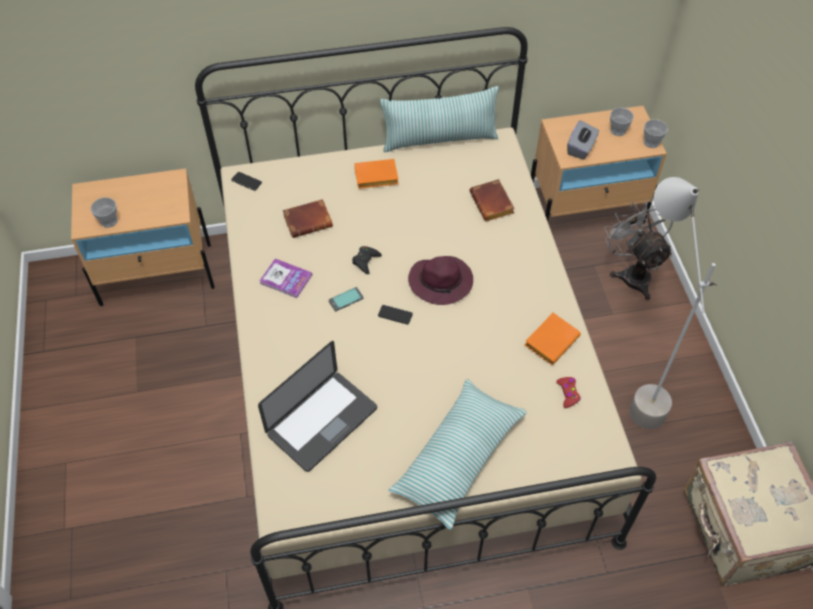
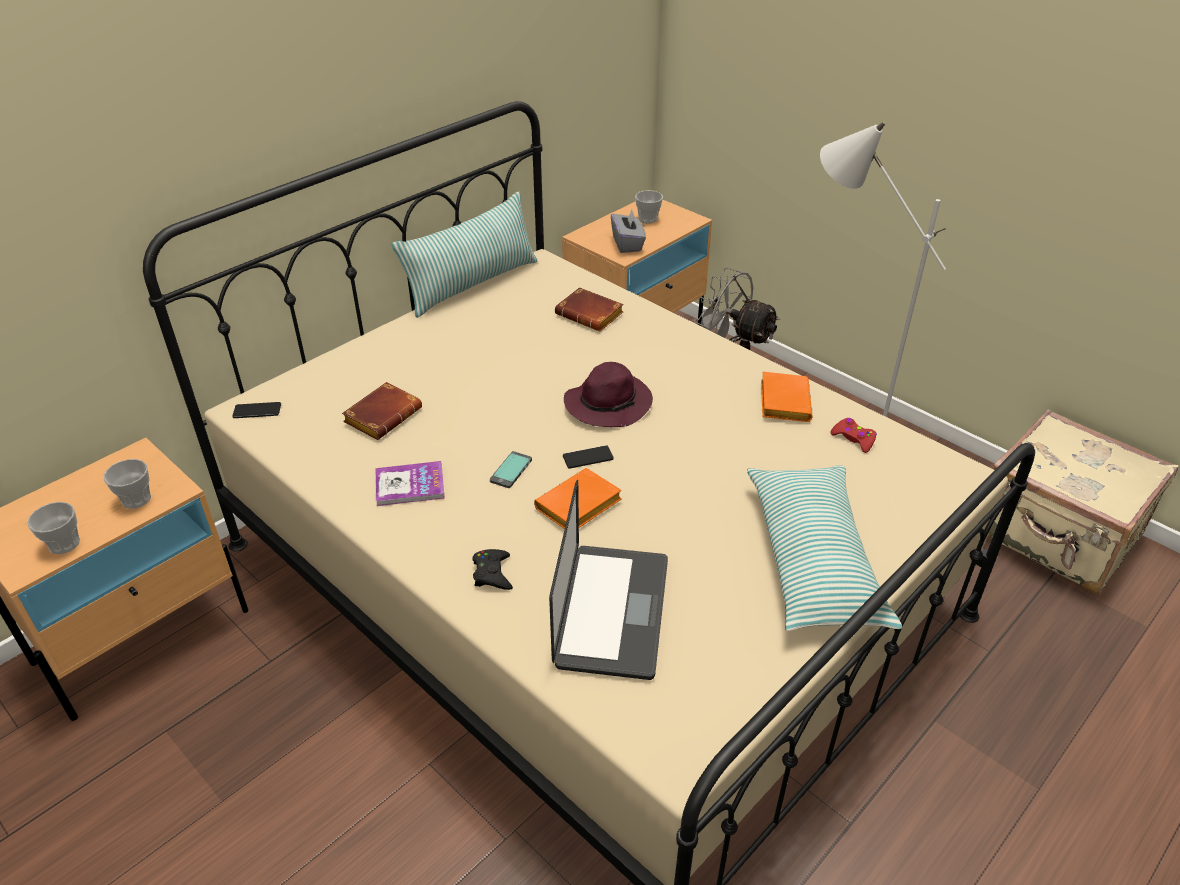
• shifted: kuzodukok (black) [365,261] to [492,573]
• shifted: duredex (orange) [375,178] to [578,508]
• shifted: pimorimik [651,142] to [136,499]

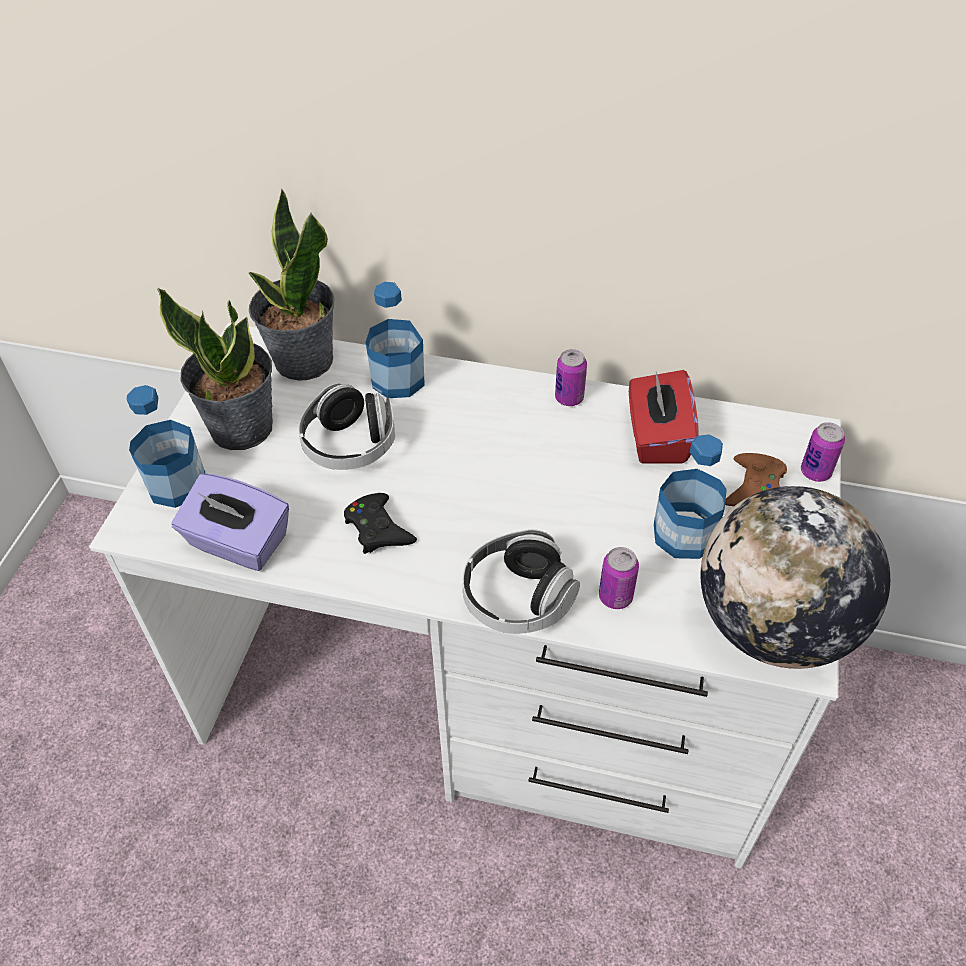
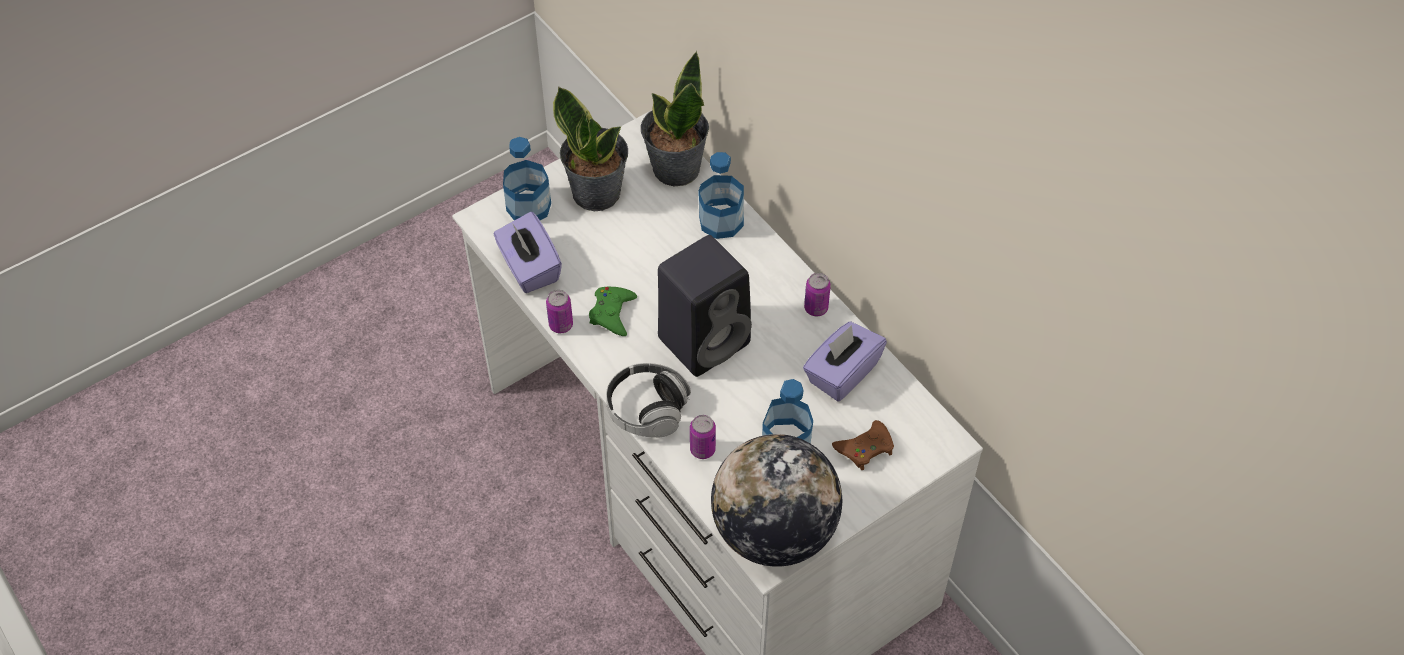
• gone: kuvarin [350,445]
• new: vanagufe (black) [705,338]
• shifted: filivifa [815,472] to [561,325]
• repainted: kuzodukok (black) [378,529] to kuzodukok (green) [612,313]
• repainted: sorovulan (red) [657,437] to sorovulan (purple) [842,373]

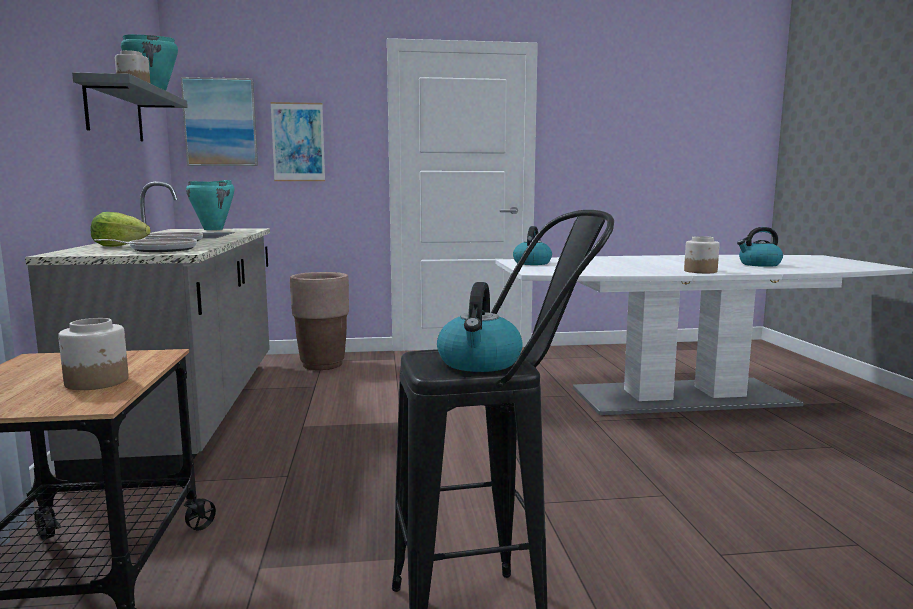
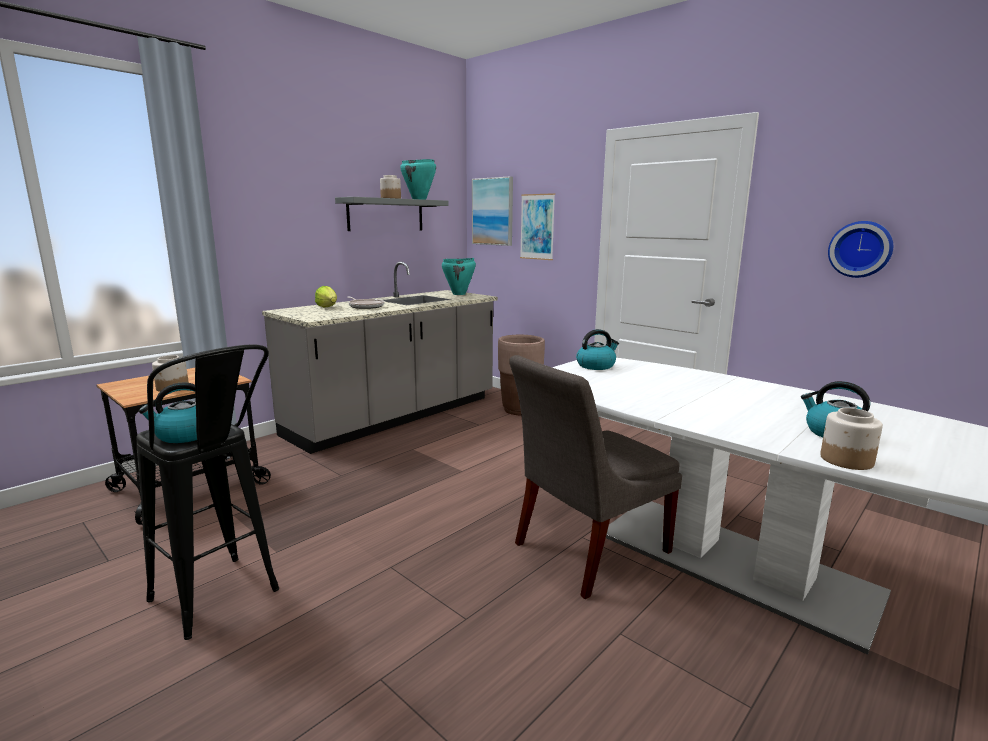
• gone: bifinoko [159,250]
• new: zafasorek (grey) [585,551]
• new: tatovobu [860,249]
• shifted: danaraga [700,271] to [846,460]

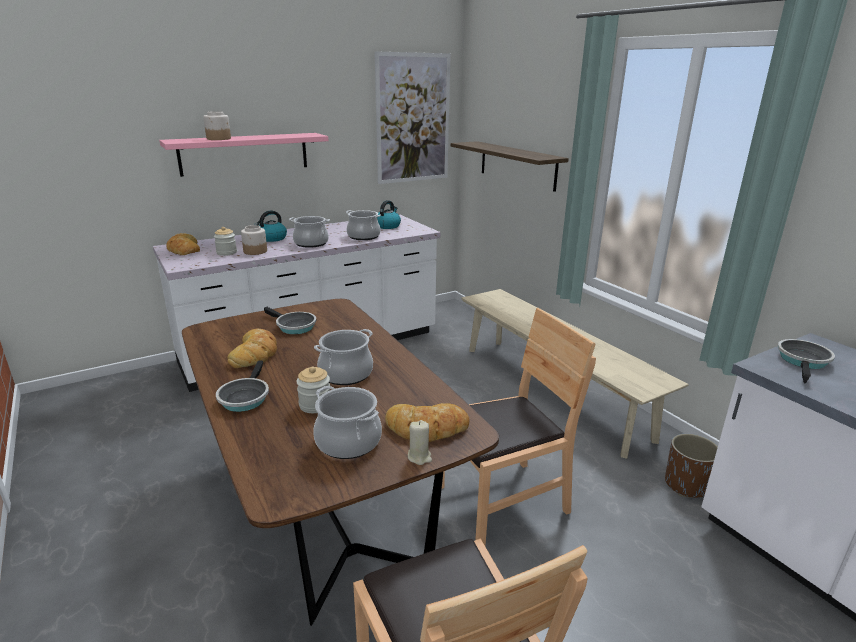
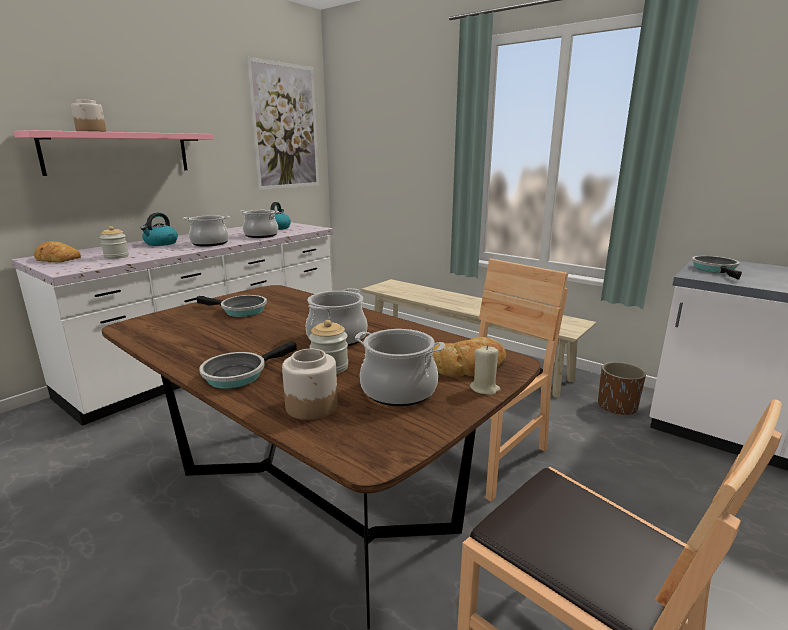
• gone: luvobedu [255,353]
• gone: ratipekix [517,165]
• shifted: danaraga [255,251] to [312,406]
• rotated: bifinoko [244,397] = [239,374] 60 degrees clockwise

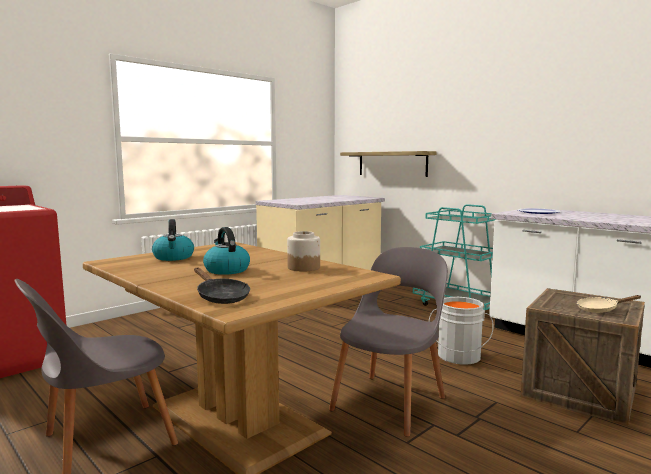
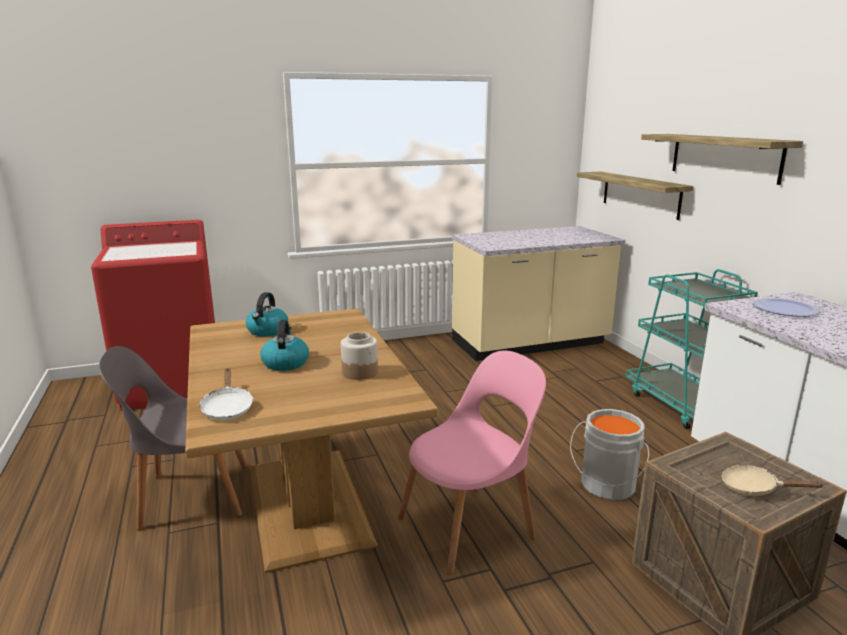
• new: ratipekix [724,157]
• repainted: bifinoko (black) [220,297] to bifinoko (white) [227,408]
• repainted: zafasorek (grey) [390,401] to zafasorek (pink) [470,525]

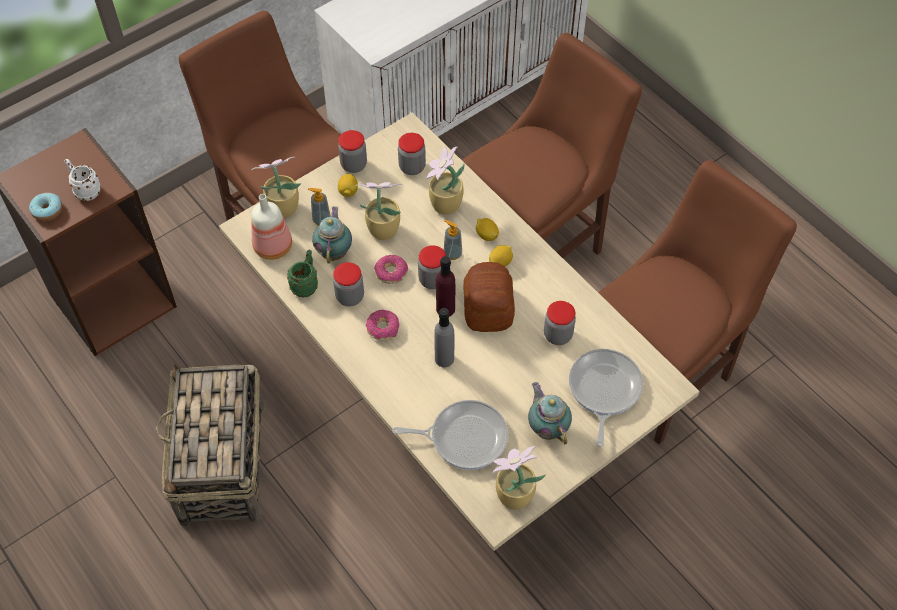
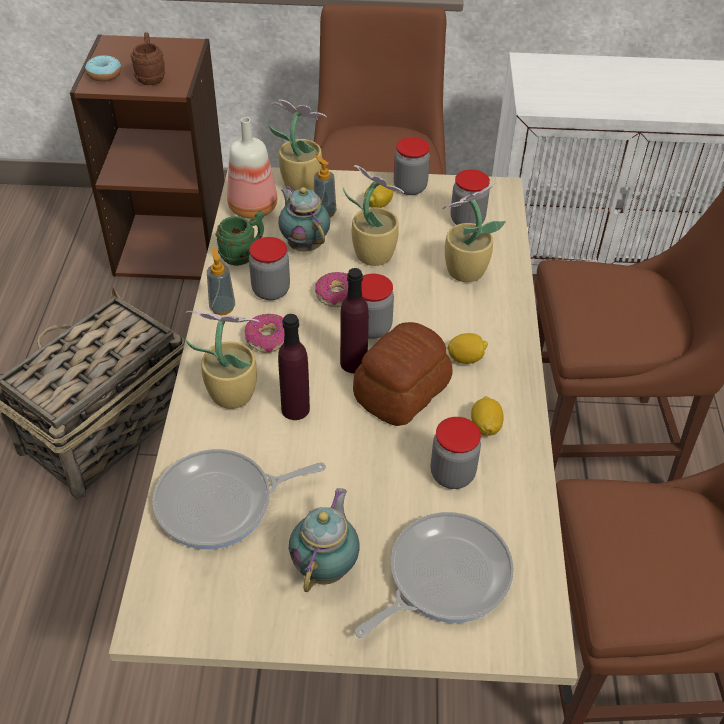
• shifted: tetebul [452,253] to [222,308]
• shifted: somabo [486,235] to [485,426]
• shifted: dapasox [512,496] to [230,393]
• repainted: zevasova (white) [85,190] to zevasova (brown) [151,77]
• repainted: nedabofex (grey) [444,358] to nedabofex (purple) [295,409]
• rotated: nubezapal [334,251] = [304,244] 75 degrees counterclockwise
• rotated: bifinoko [464,437] = [221,503] 120 degrees clockwise

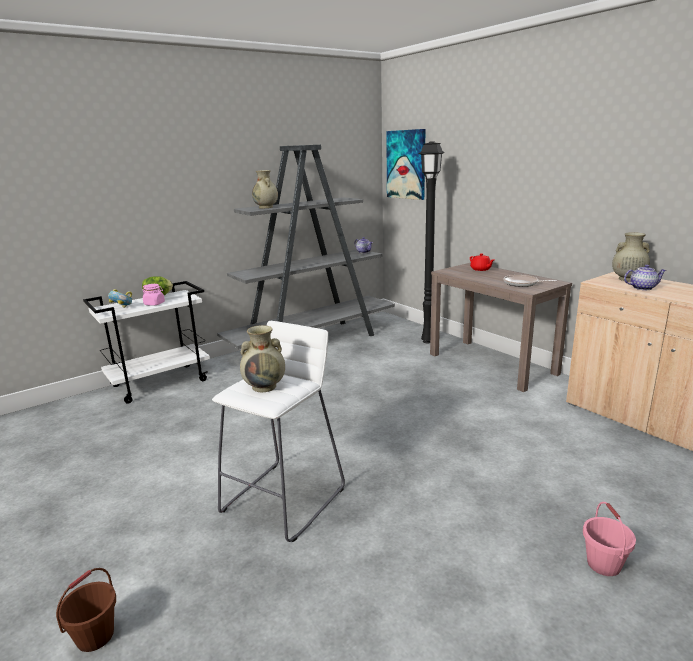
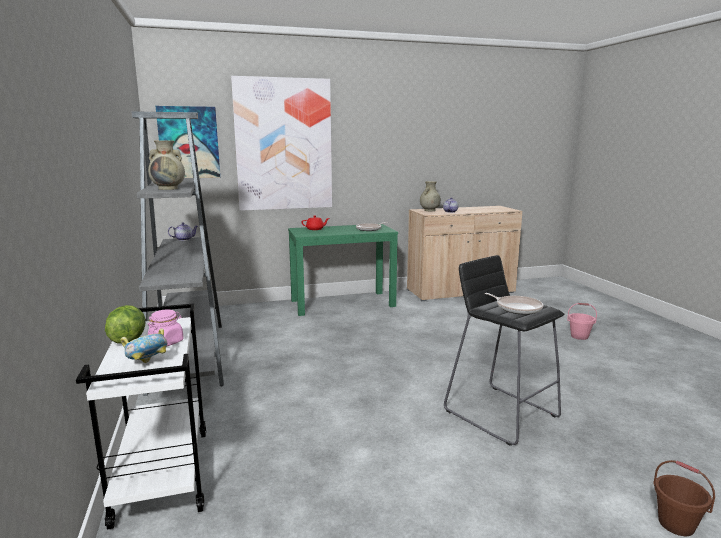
• gone: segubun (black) [428,341]
• new: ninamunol [284,145]
• swapped: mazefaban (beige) [265,386] to bifinoko [516,308]
• repainted: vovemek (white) [284,499] to vovemek (black) [500,413]
• repainted: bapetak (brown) [492,364] to bapetak (green) [343,303]

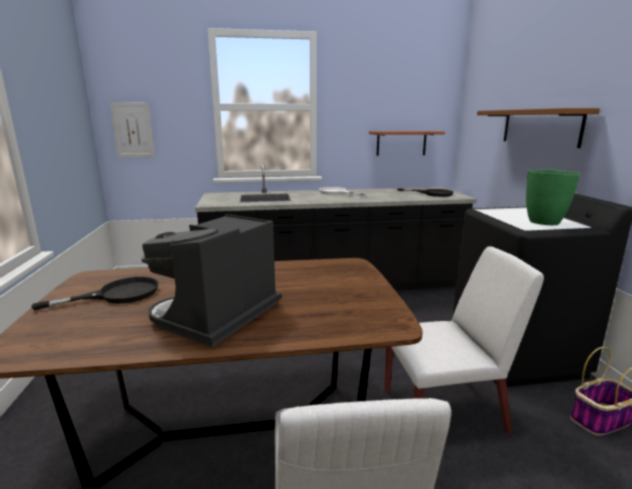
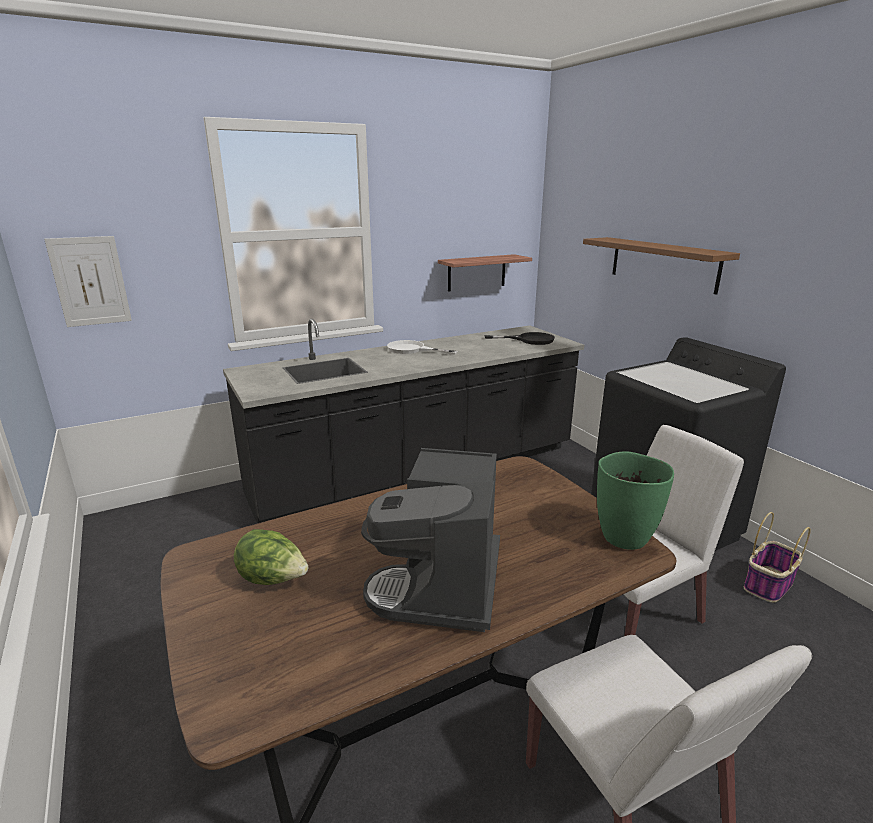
• shifted: mazefaban (green) [543,222] to [624,537]
• swapped: bifinoko (black) [117,295] to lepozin [273,579]

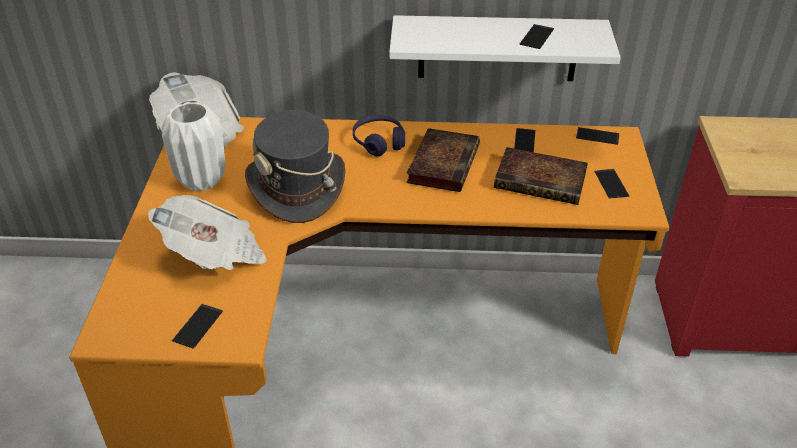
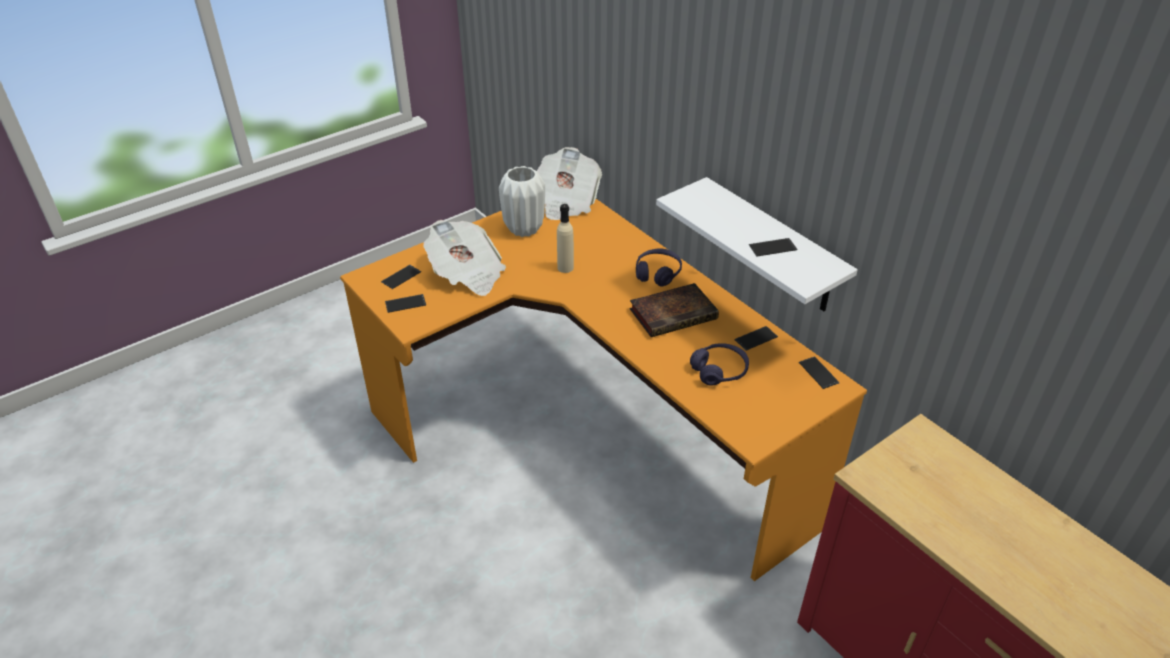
• shifted: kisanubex [611,184] to [401,277]
• swapped: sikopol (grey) [297,187] to nedabofex (beige) [565,267]
• swapped: duredex [542,181] to kuvarin (purple) [719,371]

